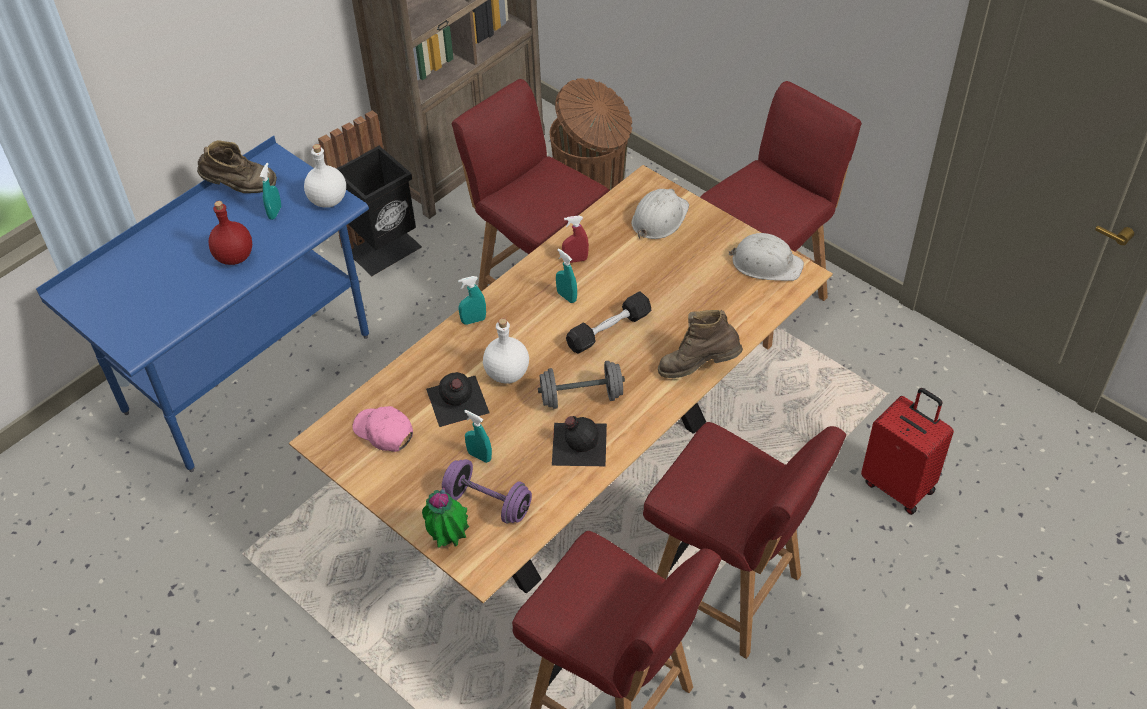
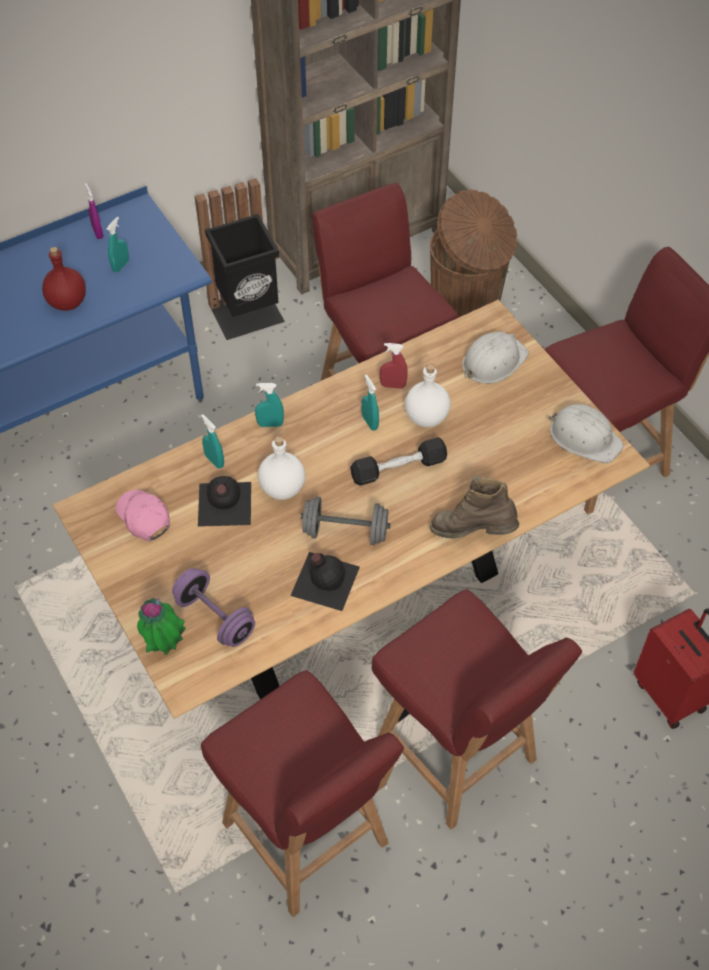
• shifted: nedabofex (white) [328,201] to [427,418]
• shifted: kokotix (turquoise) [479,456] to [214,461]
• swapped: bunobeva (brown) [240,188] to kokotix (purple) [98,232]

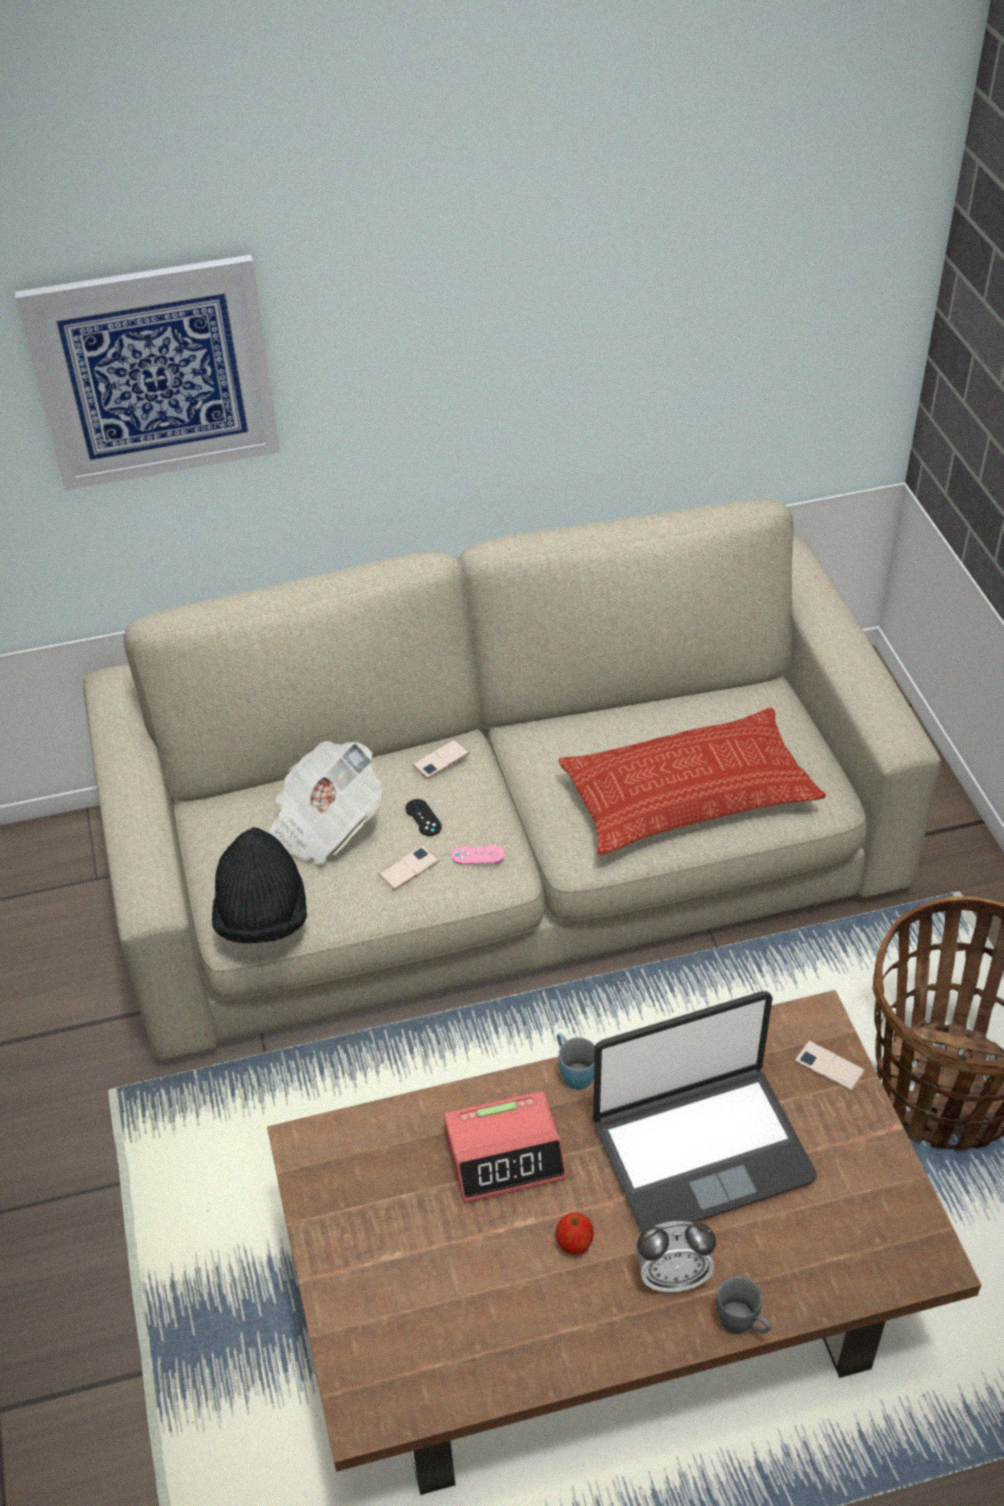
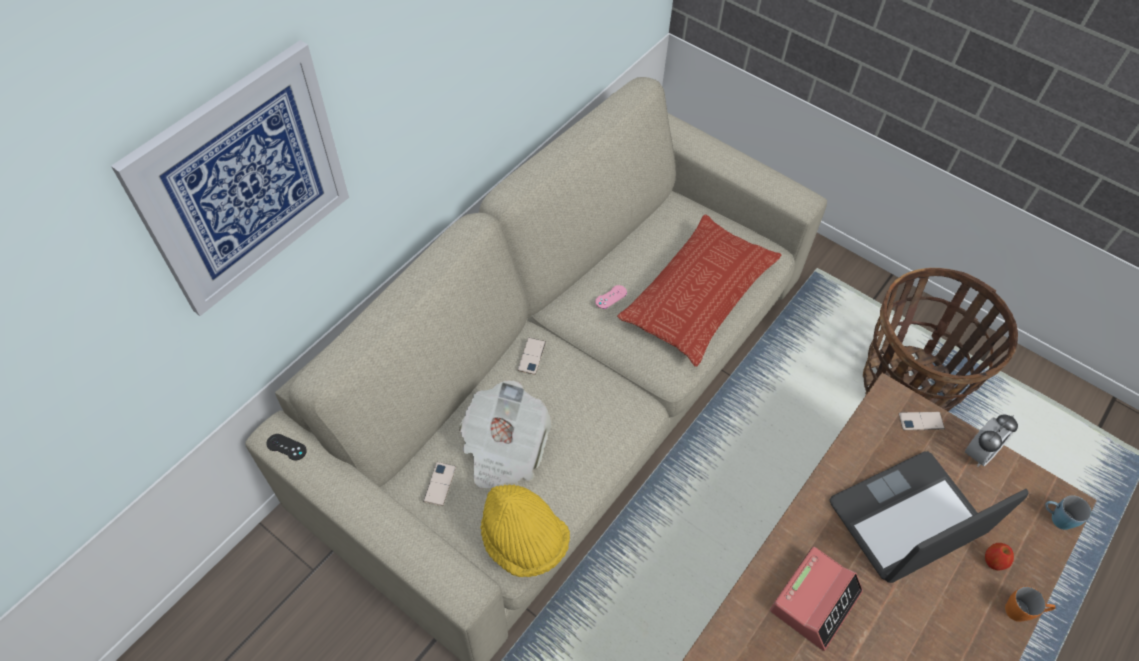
• shifted: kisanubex [408,868] to [439,484]
• shifted: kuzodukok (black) [423,818] to [286,447]
• shifted: kuzodukok (pink) [477,855] to [611,297]
• shifted: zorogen [574,1243] to [993,561]
• shifted: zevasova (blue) [573,1072] to [1056,518]
• shifted: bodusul [673,1276] to [978,453]
• repainted: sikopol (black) [262,917] to sikopol (yellow) [523,541]
• repainted: zevasova (grey) [743,1324] to zevasova (orange) [1022,611]
• rotated: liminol [701,1149] = [907,519] 150 degrees counterclockwise

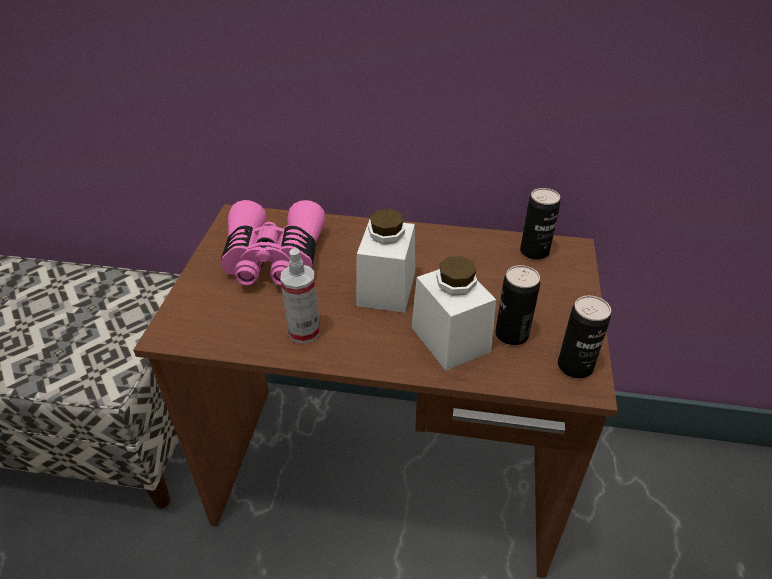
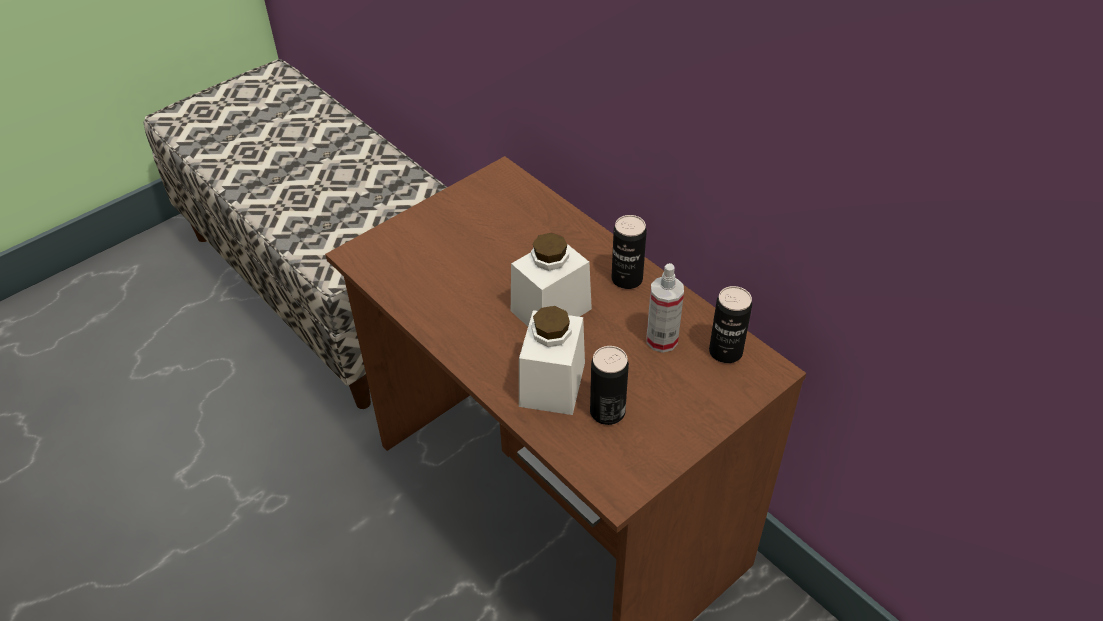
• gone: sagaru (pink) [273,259]
• shifted: kokotix [304,332] to [662,340]
• shifted: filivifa [575,366] to [627,279]

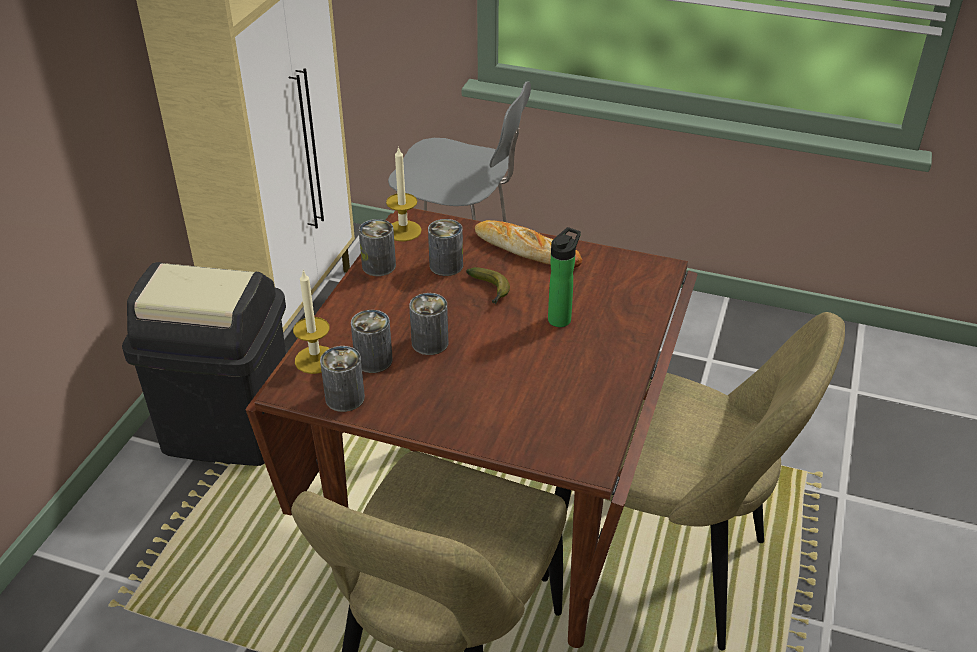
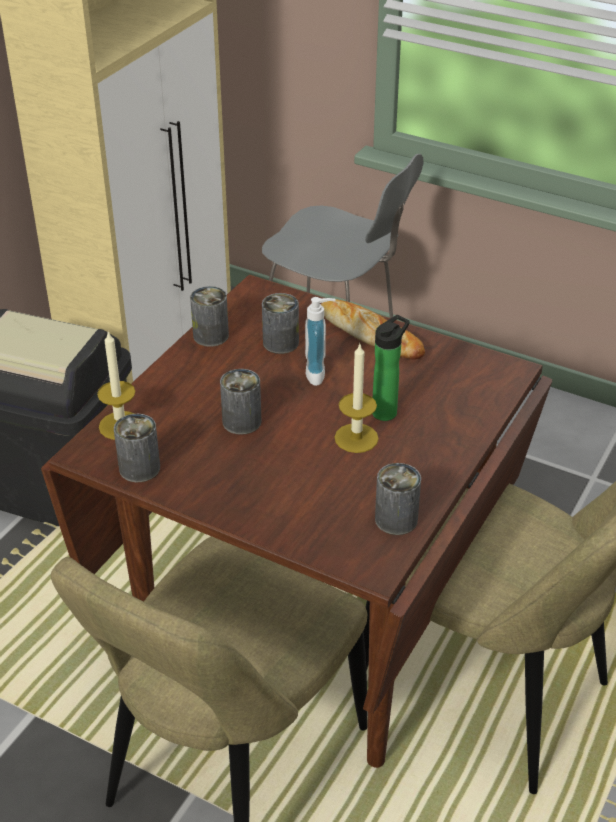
• shifted: filivifa [373,360] to [396,519]
• shifted: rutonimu [403,231] to [356,438]
• swapped: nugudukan [490,291] to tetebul [319,374]

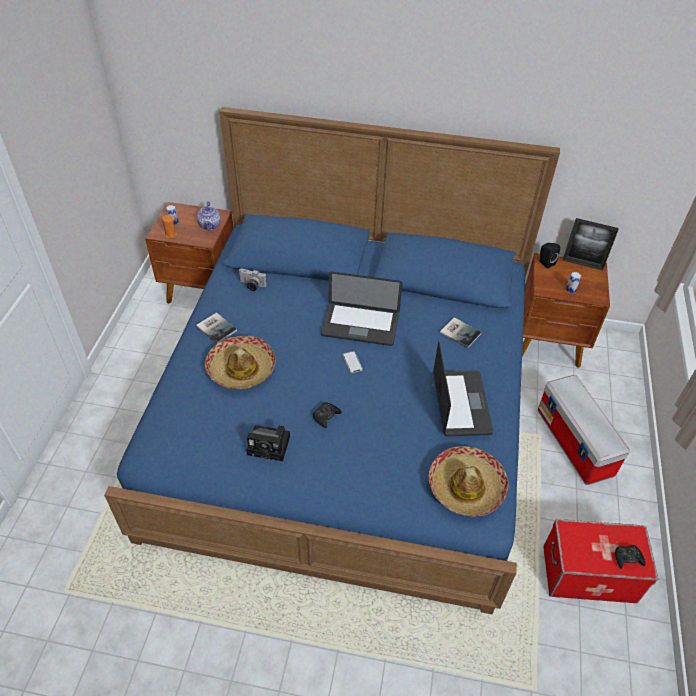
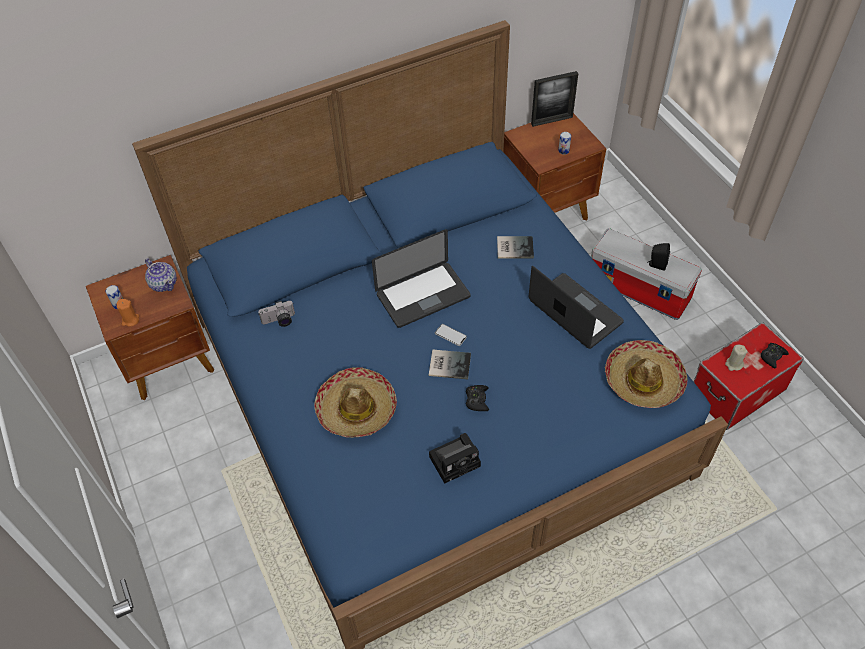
• new: rutonimu (beige) [733,364]
• shifted: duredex [217,327] to [448,364]
• shifted: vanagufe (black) [545,262] to [656,264]

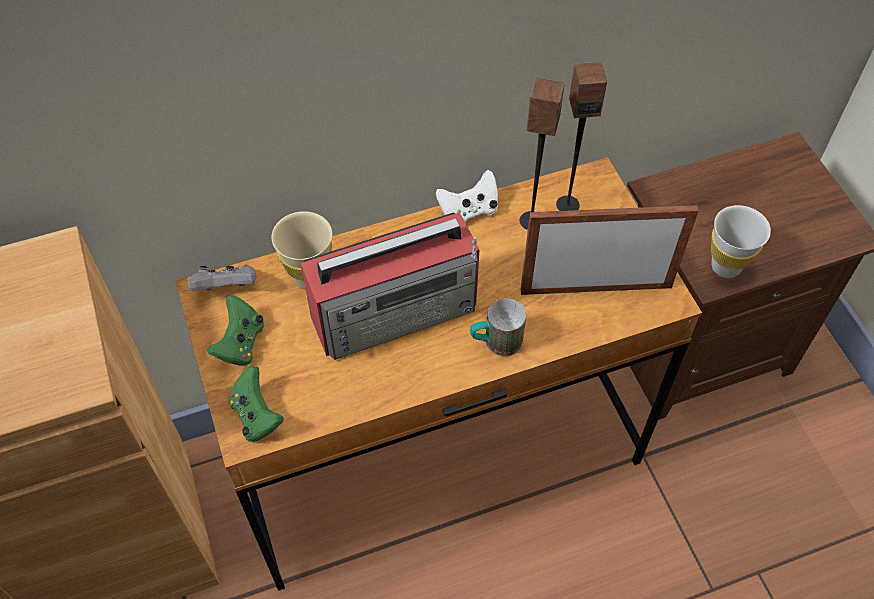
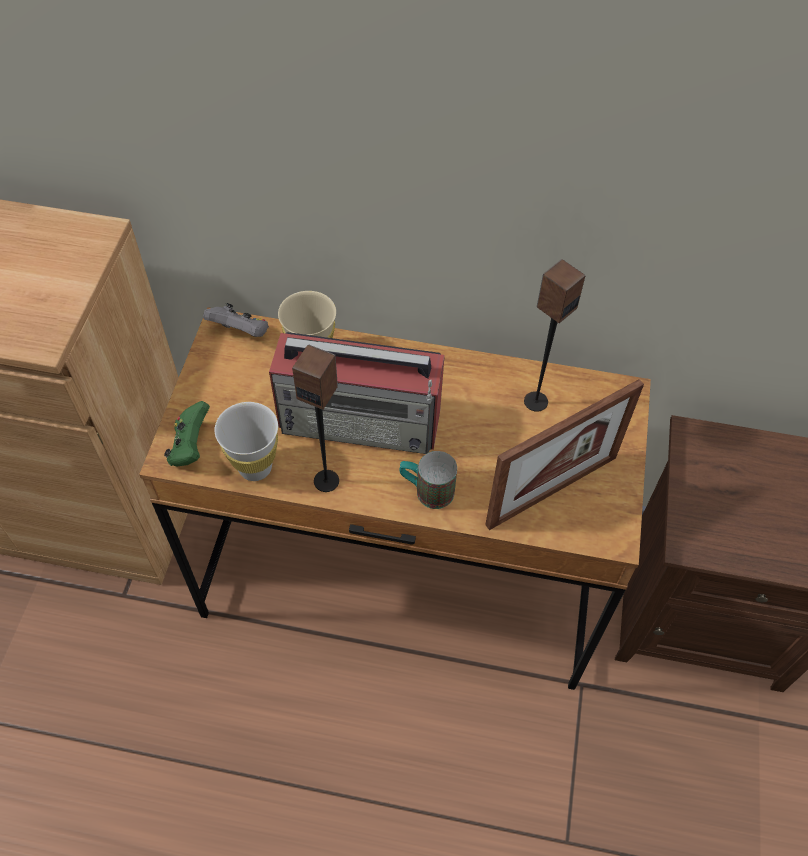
• gone: kuzodukok (green) [240,343]
• gone: kuzodukok (white) [469,211]
• shifted: vanagufe [567,204] to [326,480]
• shifted: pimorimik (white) [725,266] to [255,467]
• rotated: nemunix [596,288] = [552,490] 120 degrees clockwise

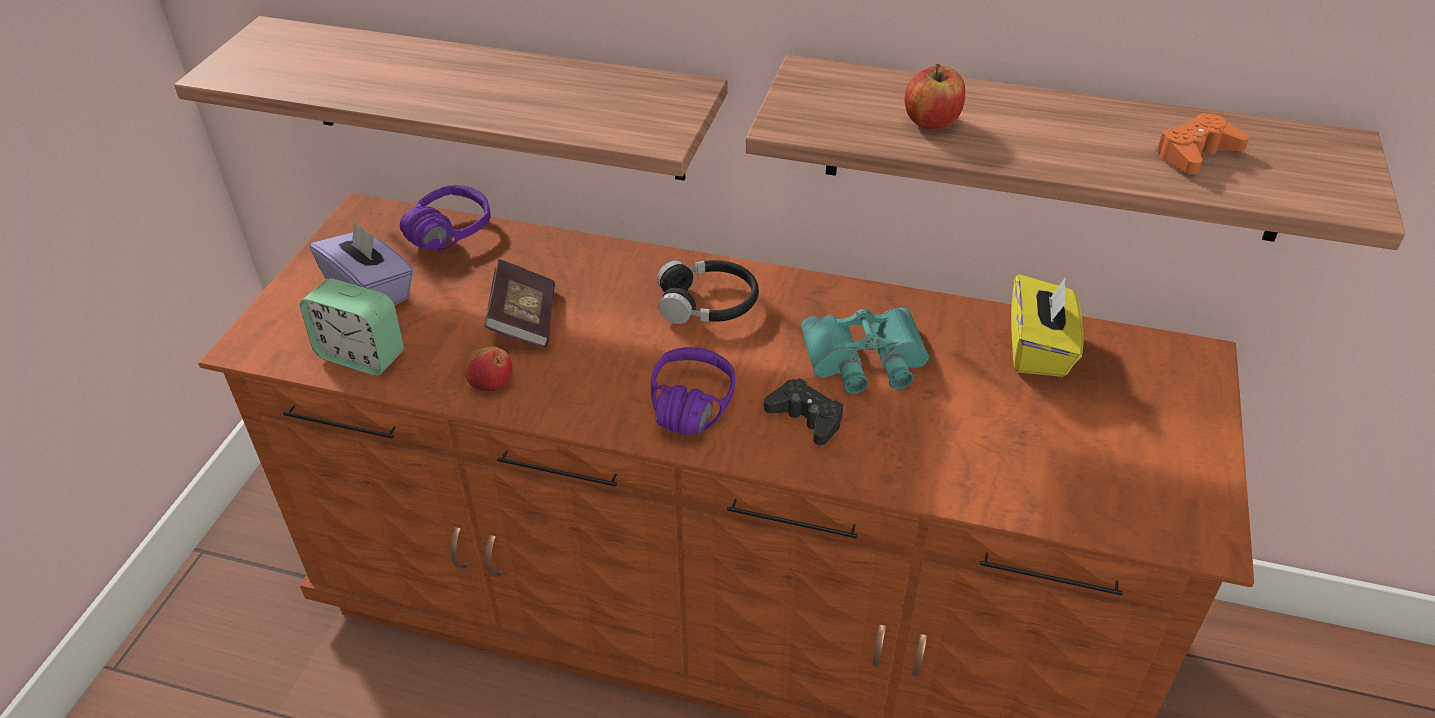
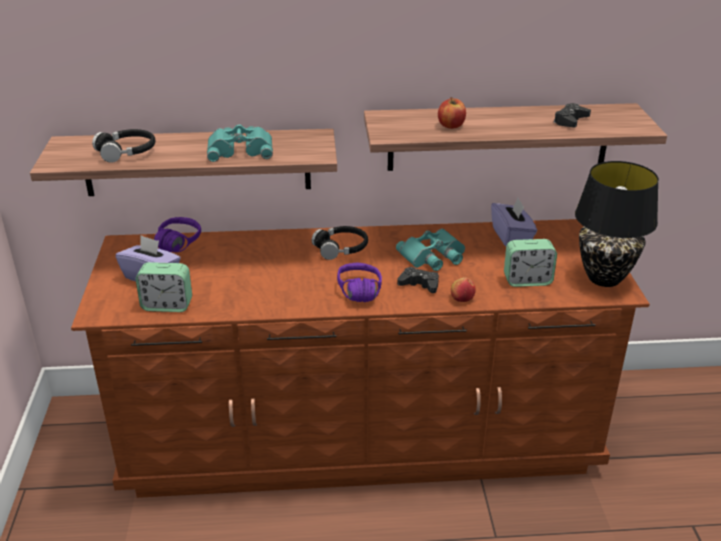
• gone: duredex [524,320]
• new: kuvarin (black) [127,152]
• new: sagaru (turquoise) [240,149]
• new: bodusul [527,280]
• new: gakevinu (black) [605,278]
• shifted: zorogen [491,382] to [462,298]
• repainted: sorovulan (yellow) [1039,349] to sorovulan (purple) [511,237]
• repainted: kuzodukok (orange) [1196,154] to kuzodukok (black) [570,121]

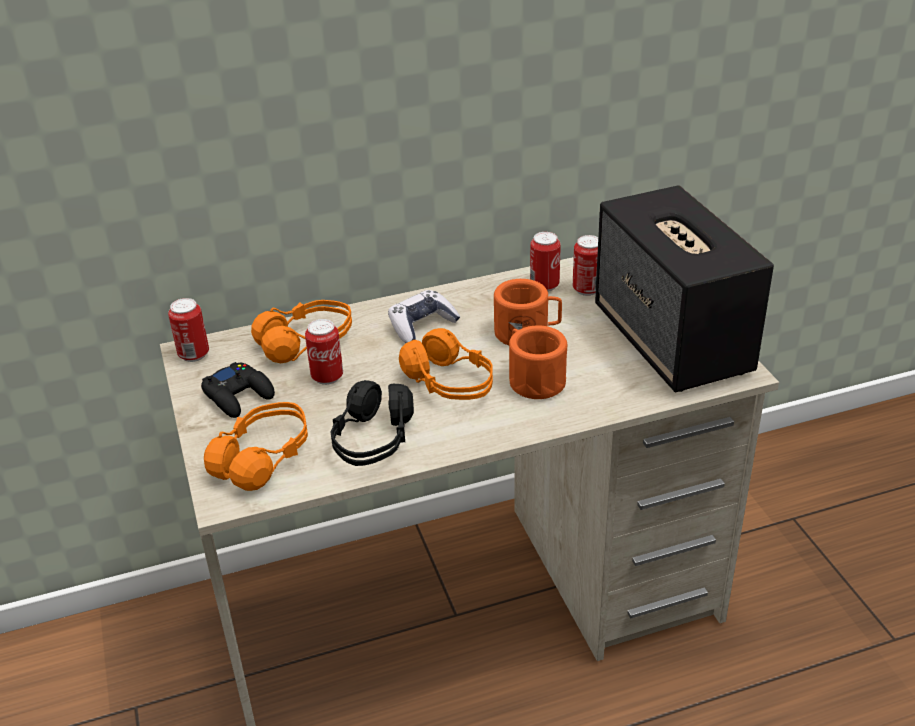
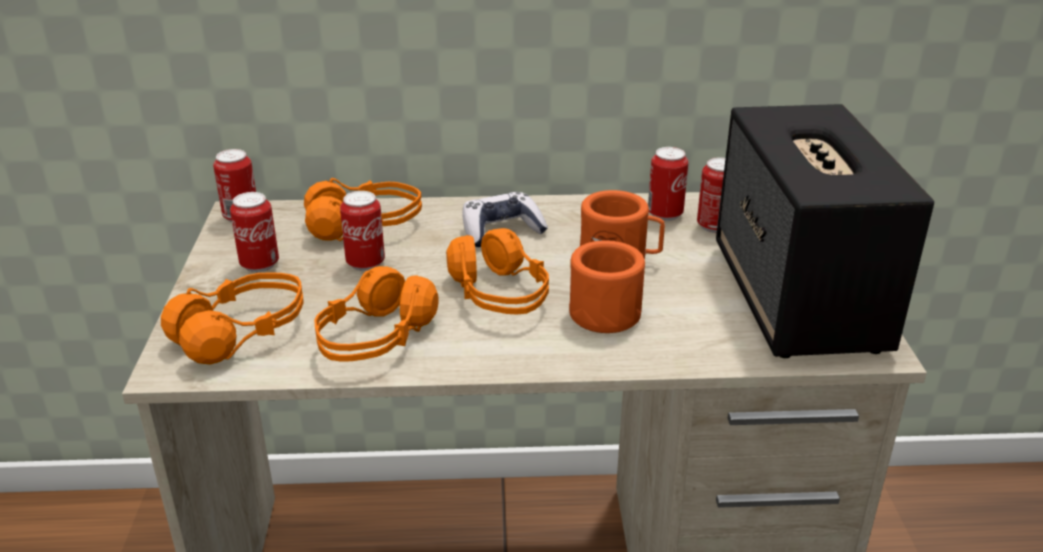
• swapped: kuzodukok (black) [239,396] to filivifa [259,264]
• repainted: kuvarin (black) [373,440] to kuvarin (orange) [375,339]

